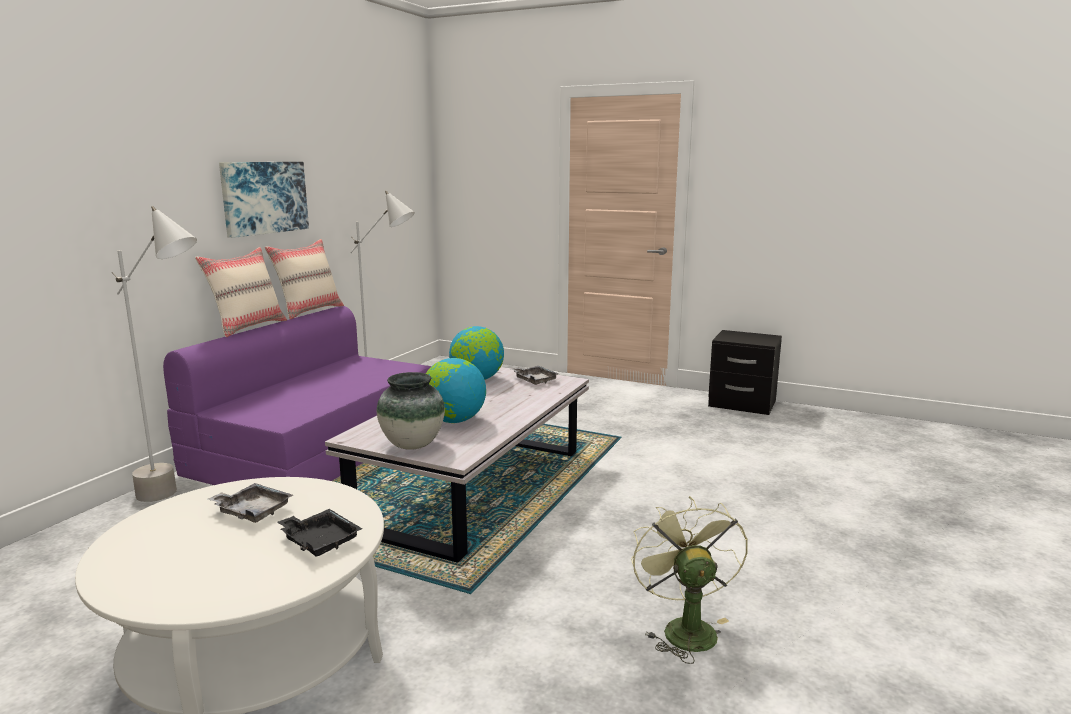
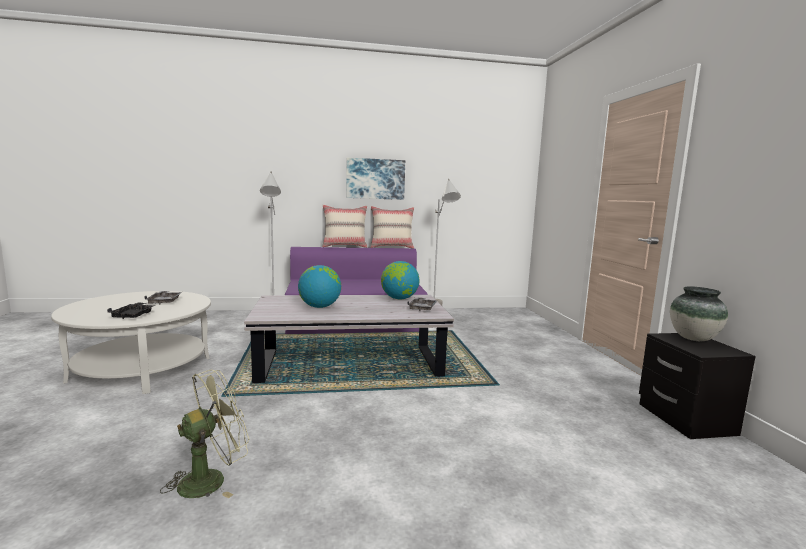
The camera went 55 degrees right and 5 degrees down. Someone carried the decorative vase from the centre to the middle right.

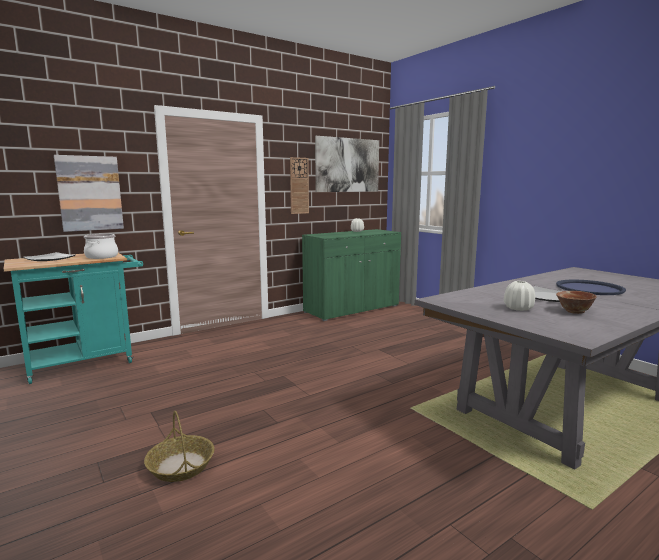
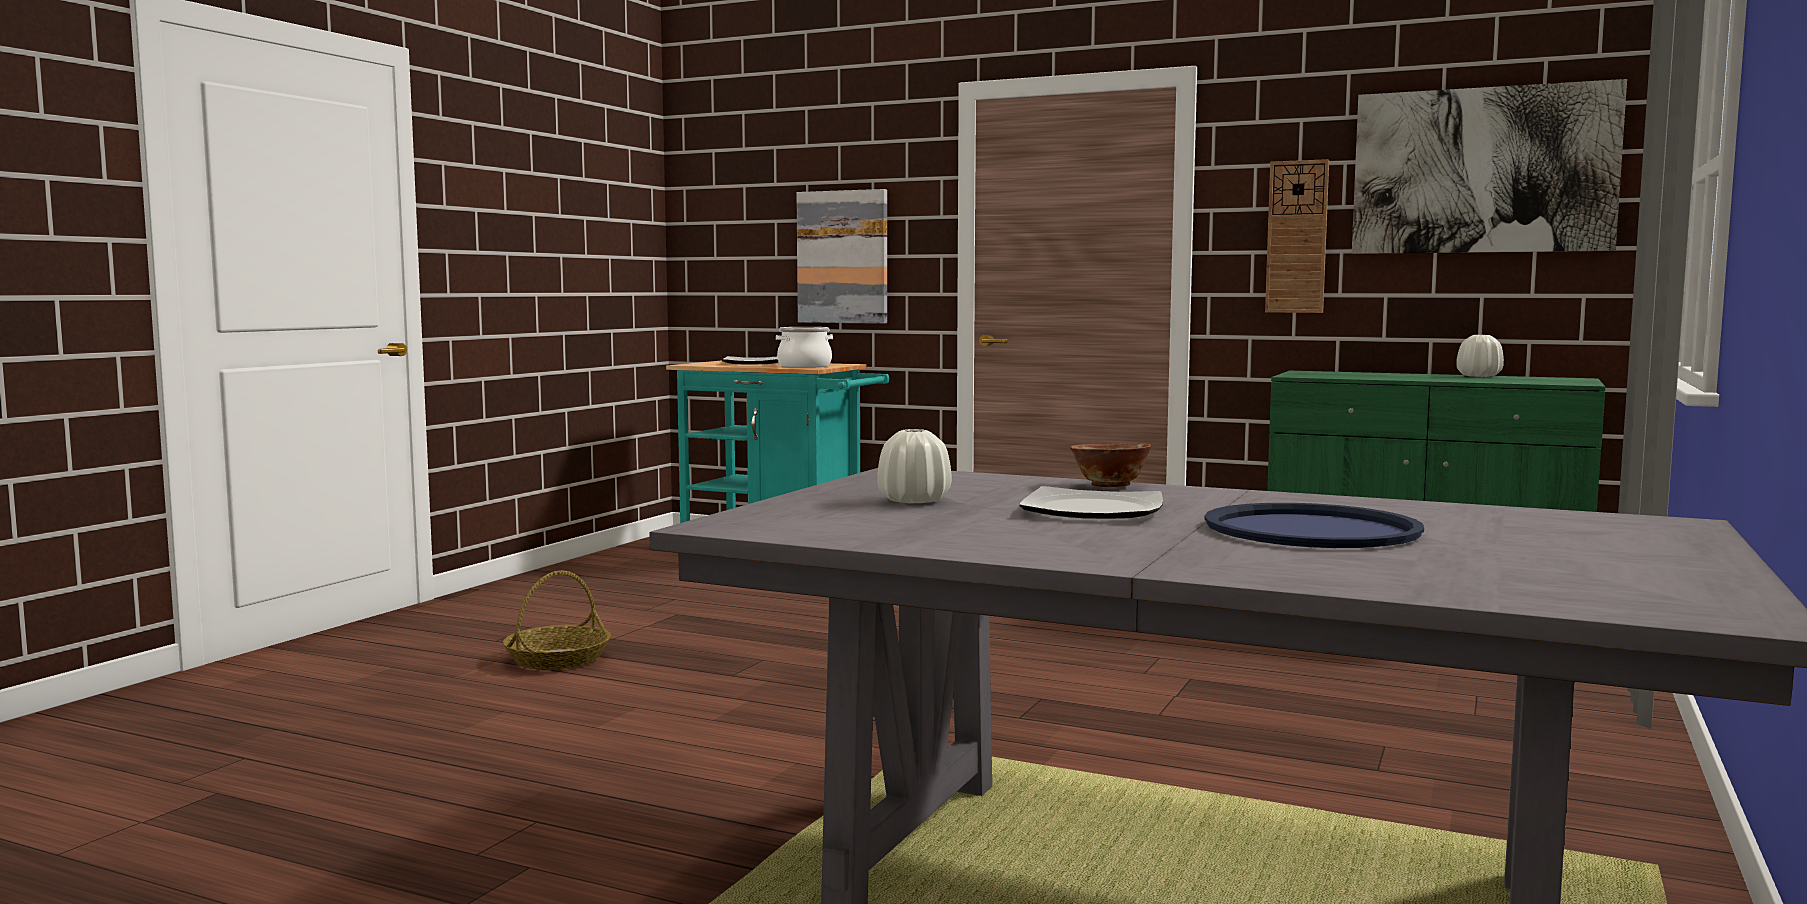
The camera went 60 degrees right and 5 degrees down. Someone carried the bowl from the middle right to the centre.

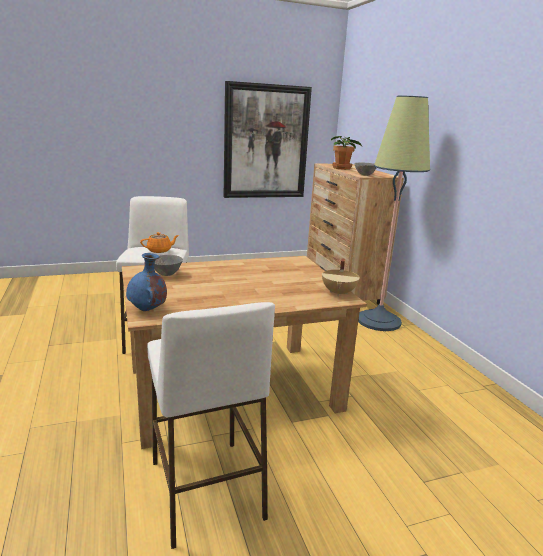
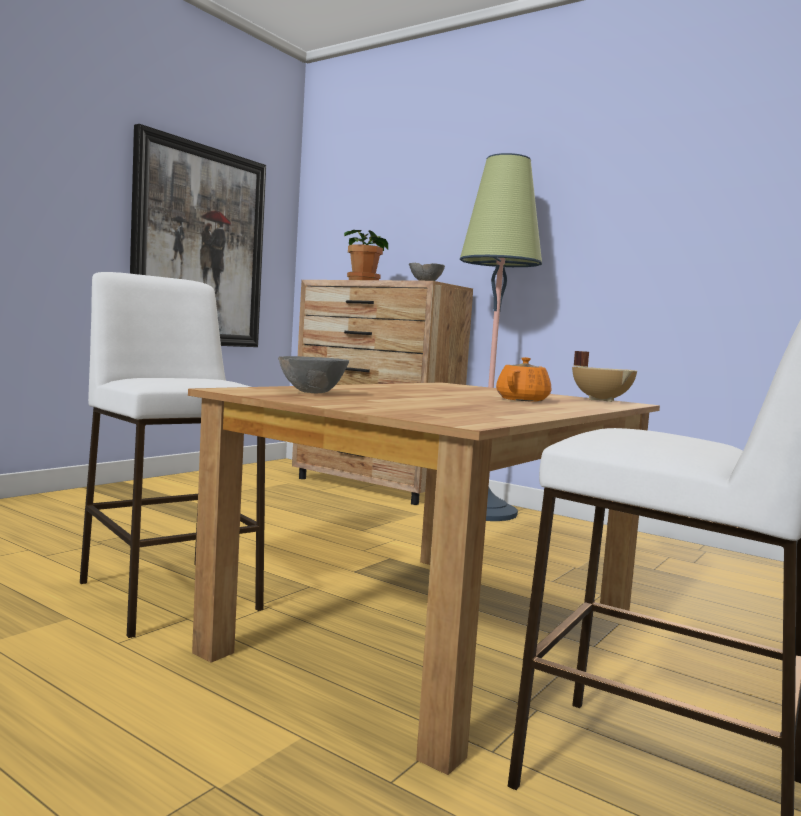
The camera went 35 degrees left and 15 degrees down. Someone took away the bluish decorative vase at the middle left. Someone carried the orange pot for tea from the middle left to the centre.

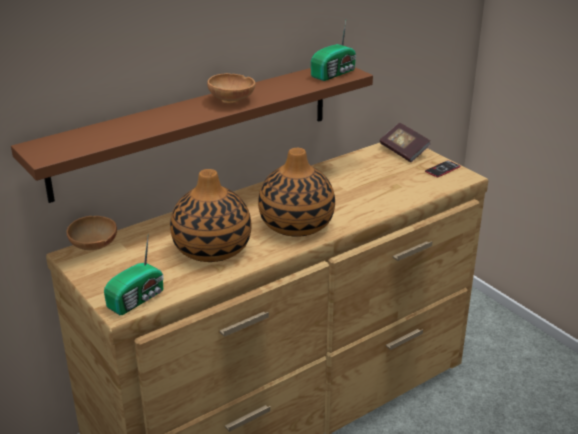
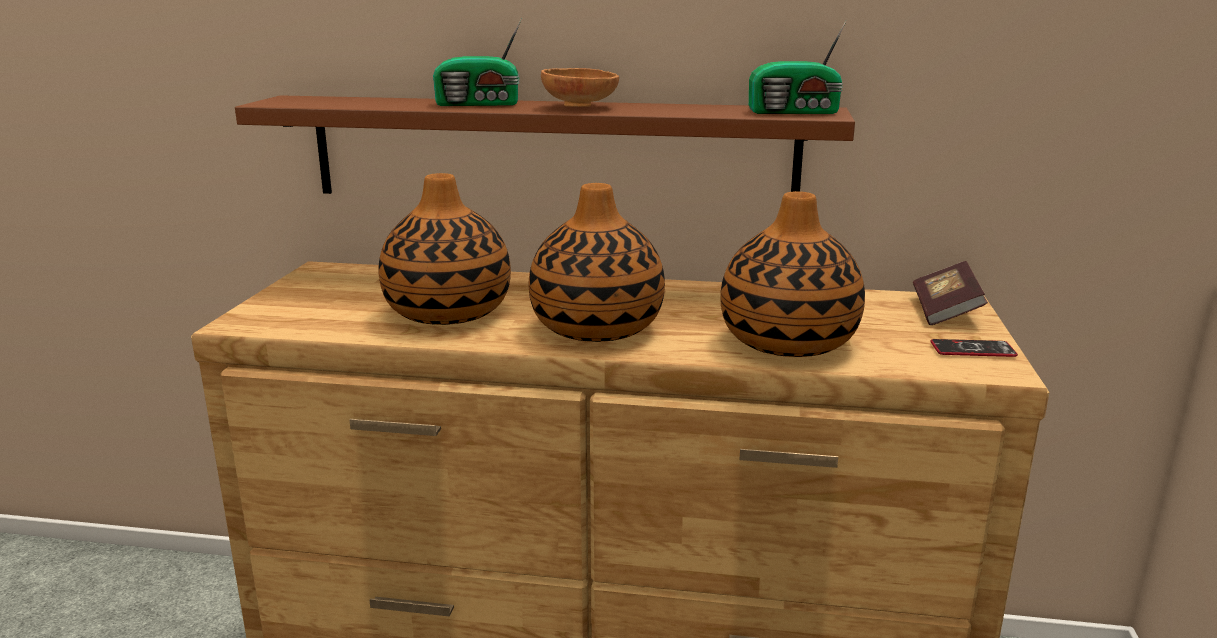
The camera went 45 degrees right and 10 degrees down. Someone took away the brown-coloured bowl (no. 1 from left) at the middle left. Someone put down the decorative vase (no. 3 from left) at the centre. Someone carried the radio receiver (no. 1 from left) from the middle left to the top centre.

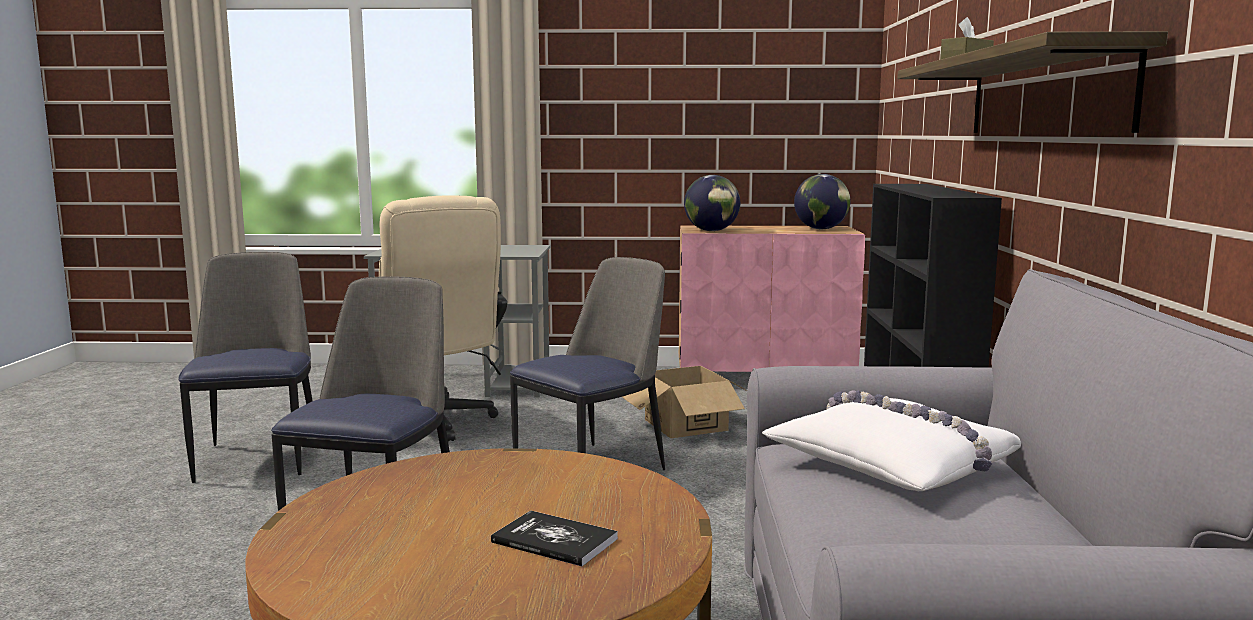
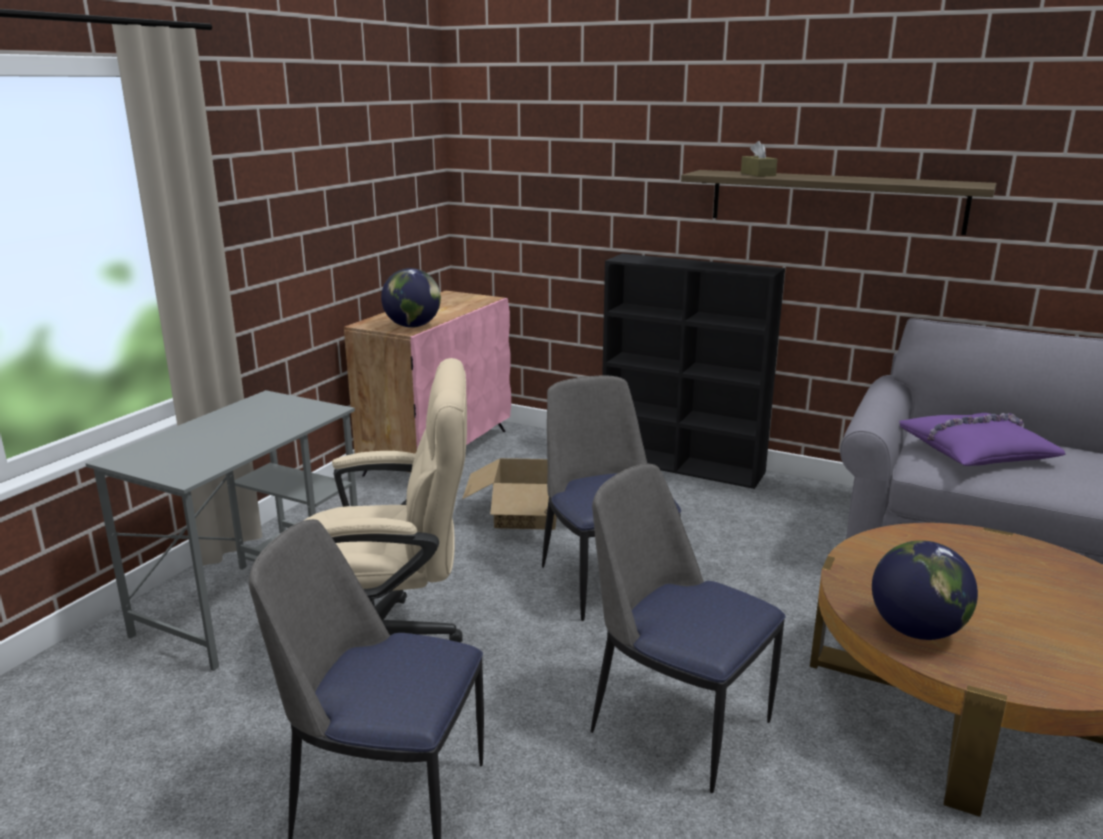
The camera went 65 degrees left and 10 degrees up. Someone took away the book at the bottom centre. Someone carried the world globe (no. 2 from left) from the top centre to the bottom right. Someone repainted the whitish pillow at the bottom right, which became the purplish pillow at the middle right.

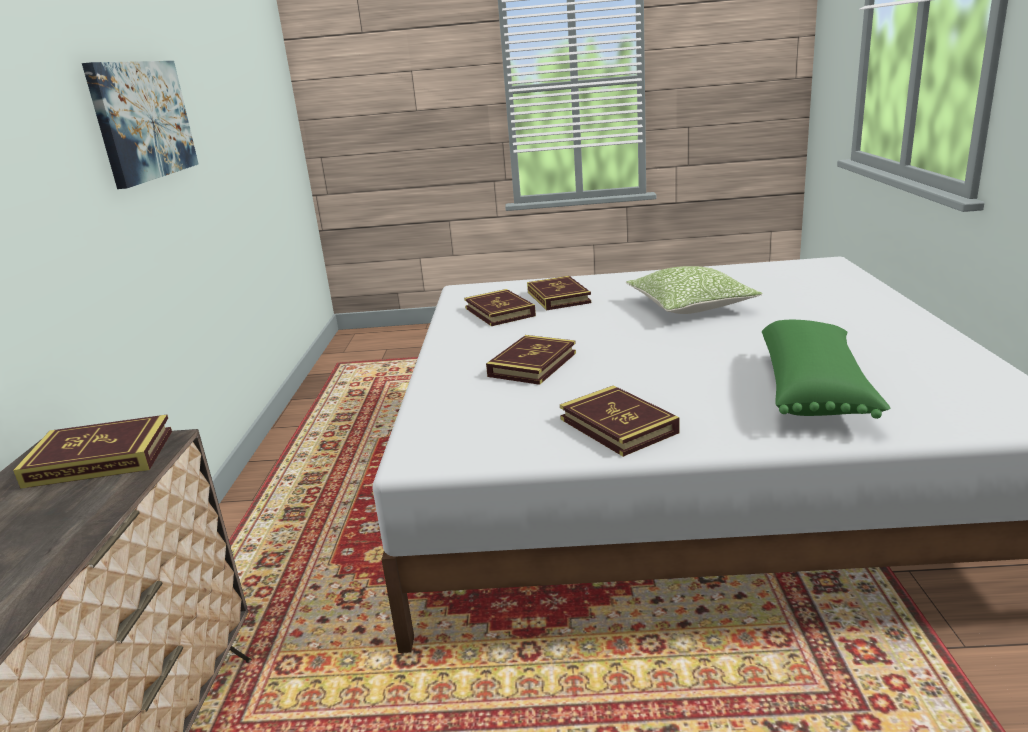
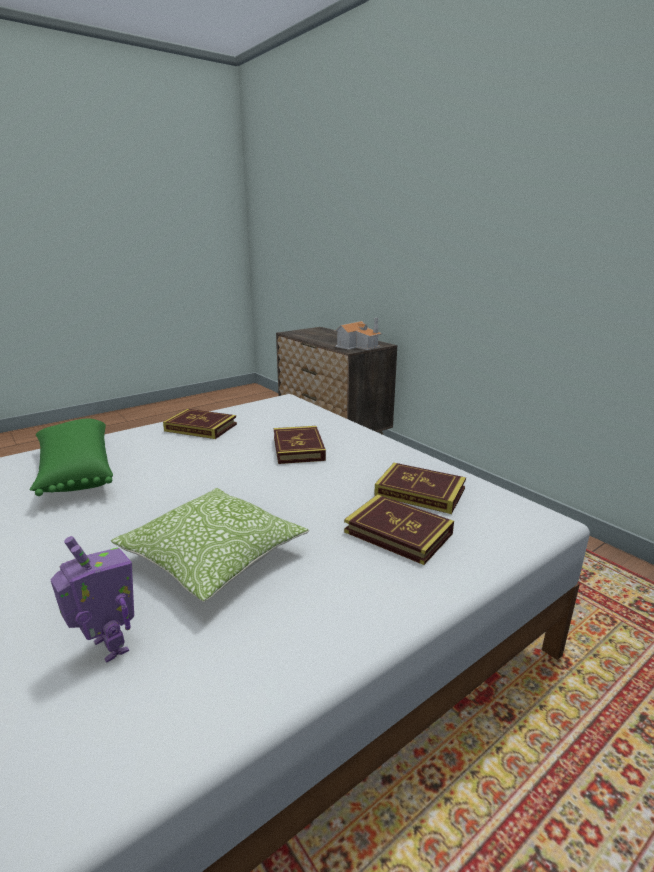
The camera went 140 degrees right and 0 degrees up. Someone took away the wall art at the top left. Someone put down the model robot at the bottom left. Someone swapped the book (no. 1 from left) at the middle left for the model house at the centre.

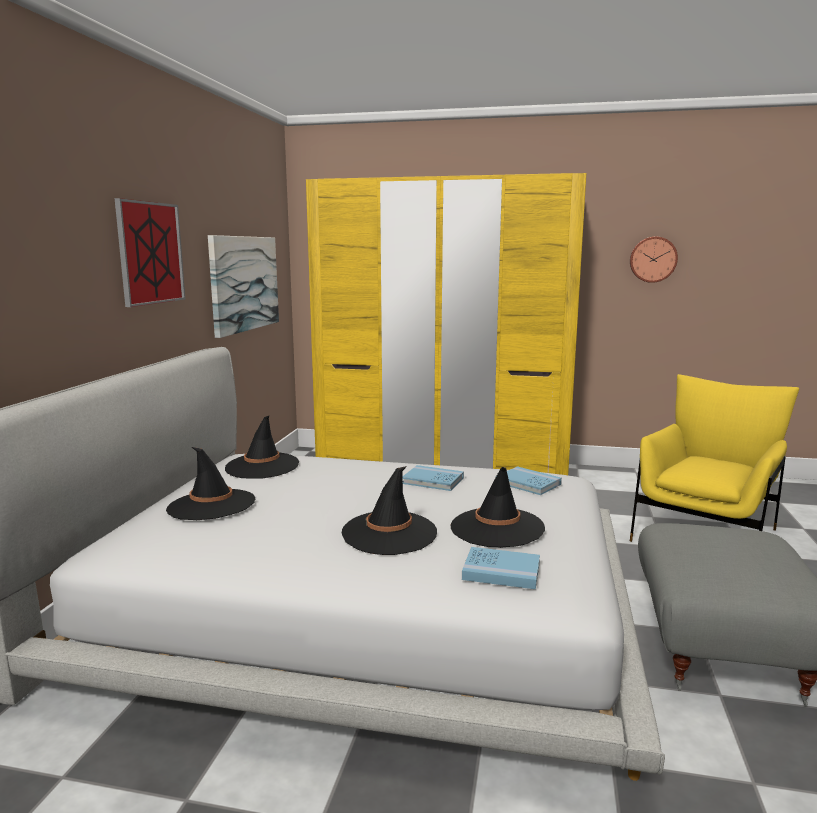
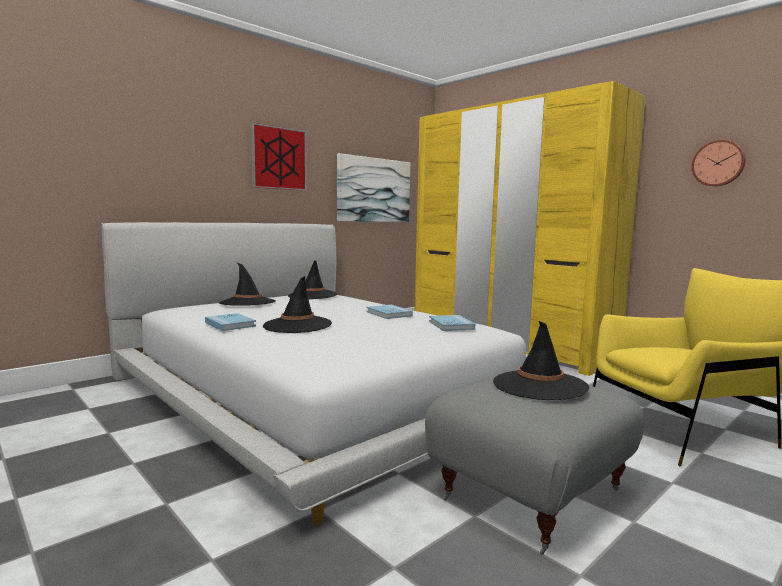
The camera went 35 degrees right and 5 degrees down. Someone carried the blackish hat (no. 4 from left) from the centre to the middle right. Someone carried the bluish book (no. 2 from left in the first image) from the bottom centre to the middle left.

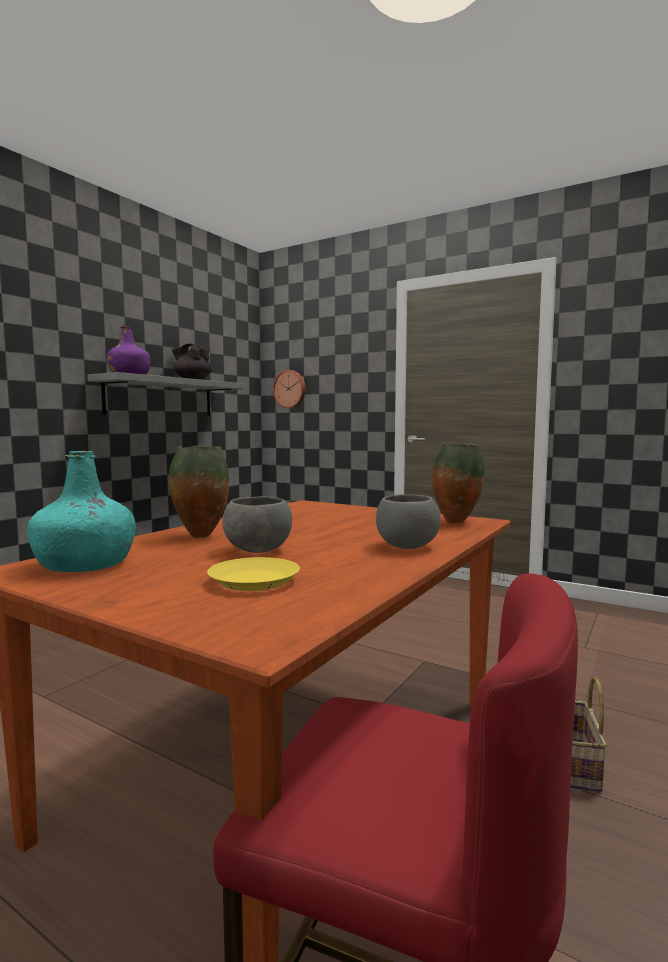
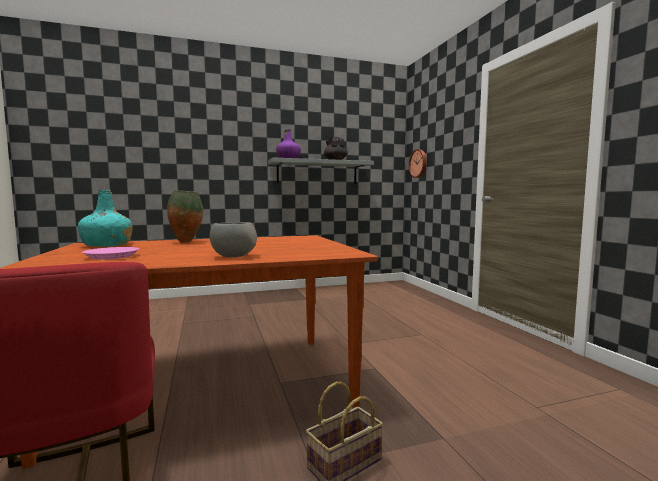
The camera went 40 degrees right and 0 degrees up. Someone took away the gray bowl (no. 1 from left) at the centre. Someone took away the decorative vase (no. 2 from left) at the middle right. Someone repainted the yellow-coloured flat dish at the centre, which became the pinkish flat dish at the middle left.

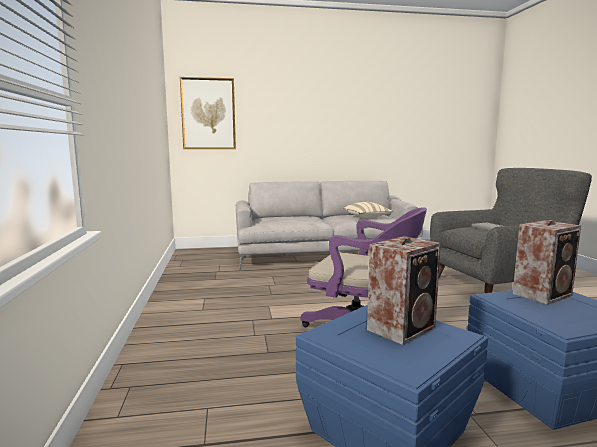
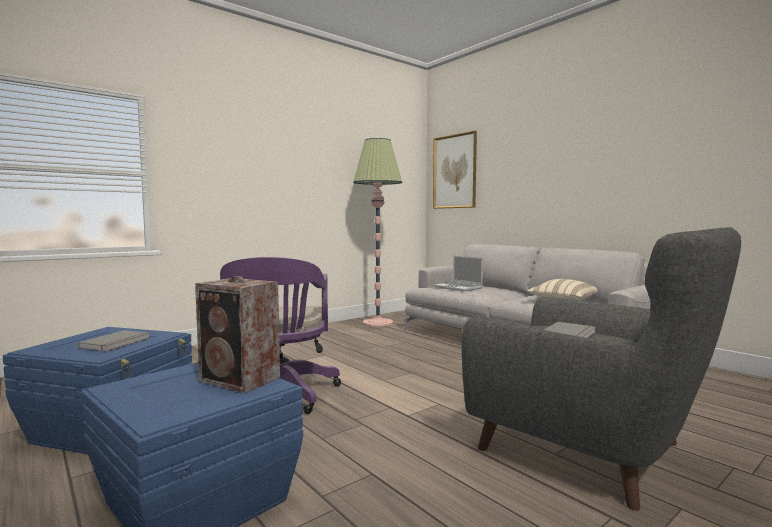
The camera went 60 degrees right and 5 degrees down. Someone put down the standard lamp at the centre. Someone put down the laptop at the centre. Someone swapped the speaker (no. 1 from left) at the middle right for the gray book (no. 1 from left) at the middle left.

